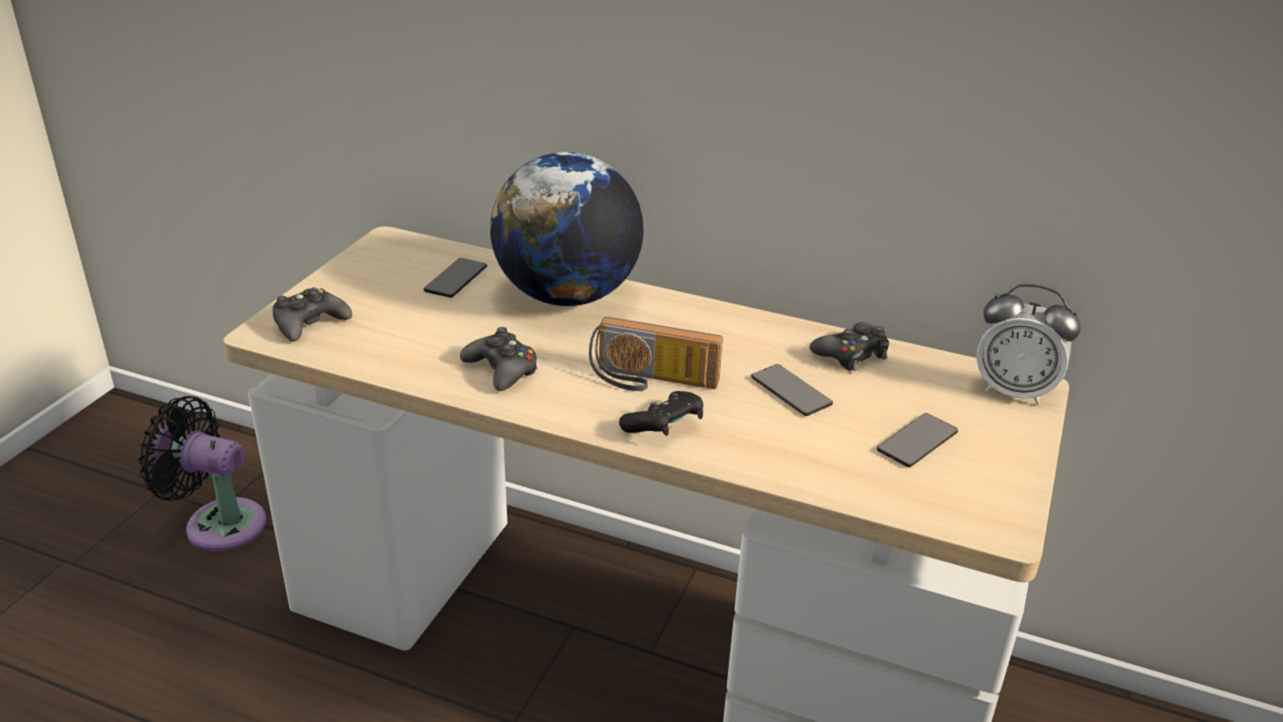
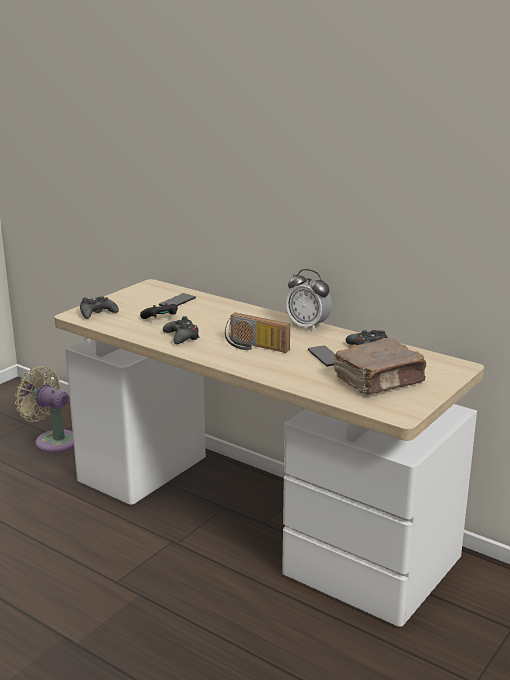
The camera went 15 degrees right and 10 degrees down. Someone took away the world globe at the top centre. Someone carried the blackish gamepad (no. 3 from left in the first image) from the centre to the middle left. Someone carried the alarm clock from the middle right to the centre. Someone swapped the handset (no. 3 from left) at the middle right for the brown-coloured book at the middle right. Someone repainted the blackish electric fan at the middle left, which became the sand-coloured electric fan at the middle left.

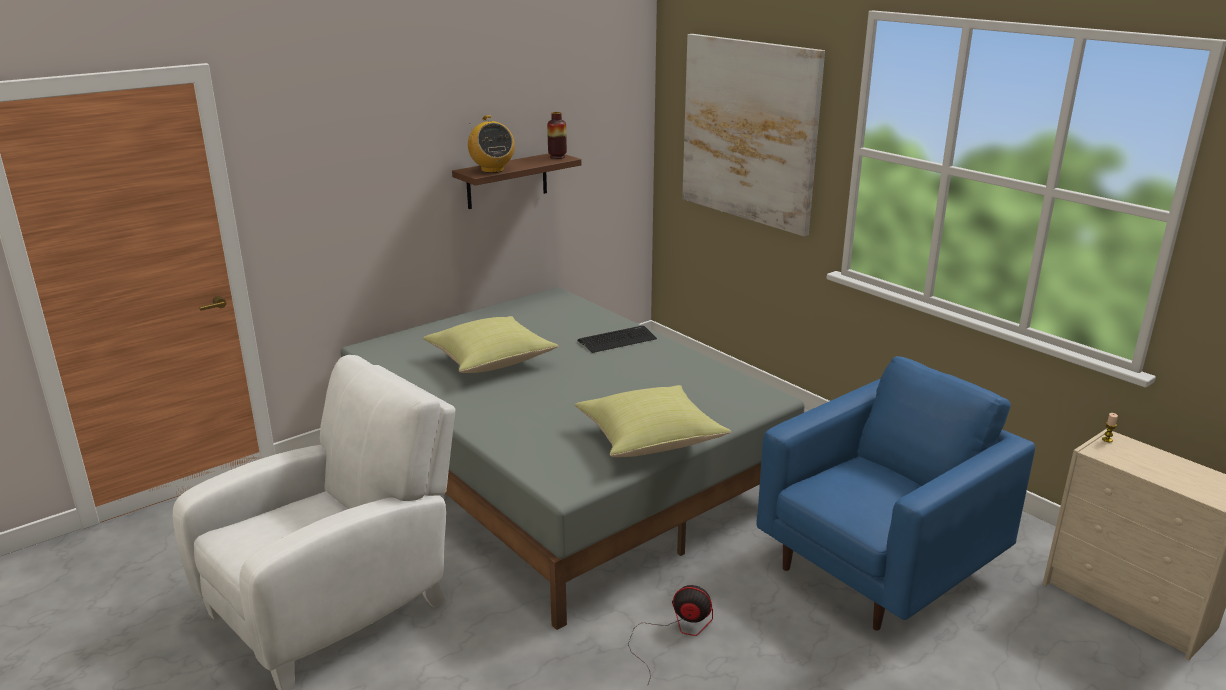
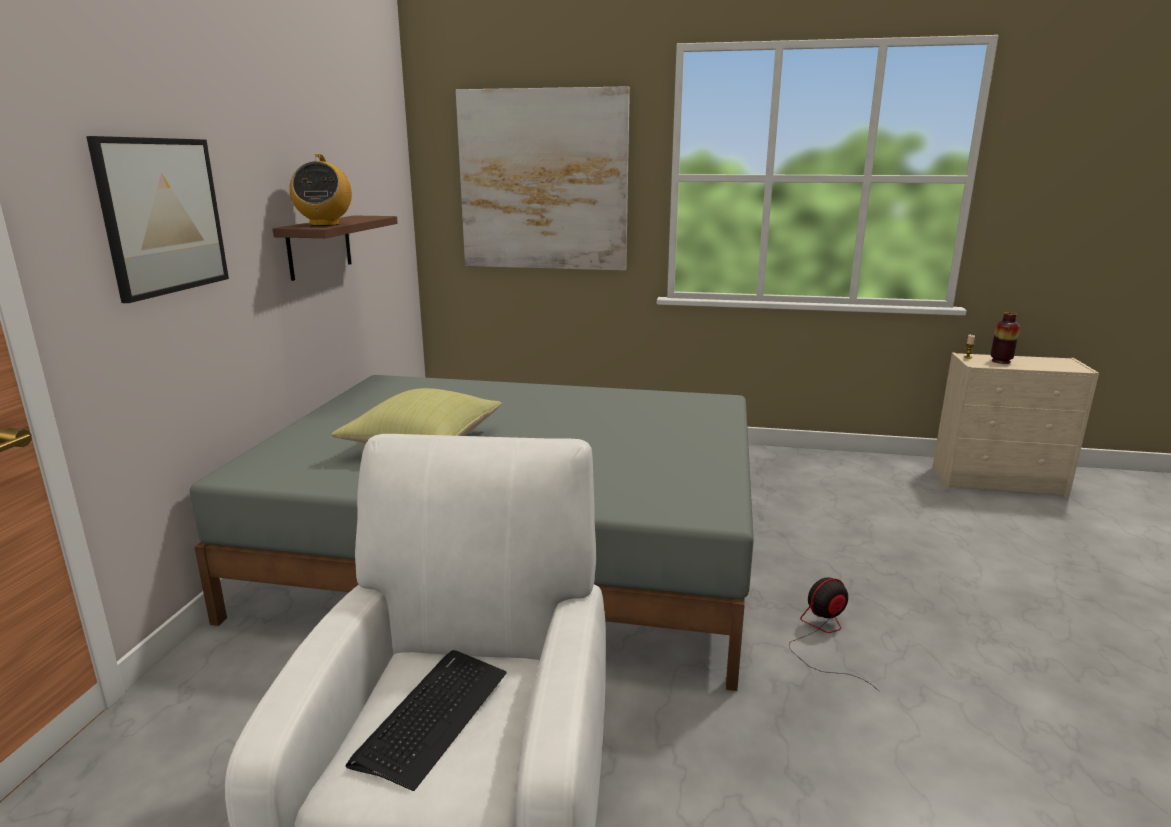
The camera went 40 degrees left and 5 degrees down. Someone took away the yellow-coloured pillow (no. 2 from left) at the centre. Someone took away the bluish lounge chair at the bottom right. Someone put up the wall art (no. 1 from left) at the top left. Someone carried the decorative vase from the top centre to the middle right. Someone carried the PC keyboard from the centre to the bottom centre. Someone rotated the radio receiver at the top centre by 60 degrees clockwise.

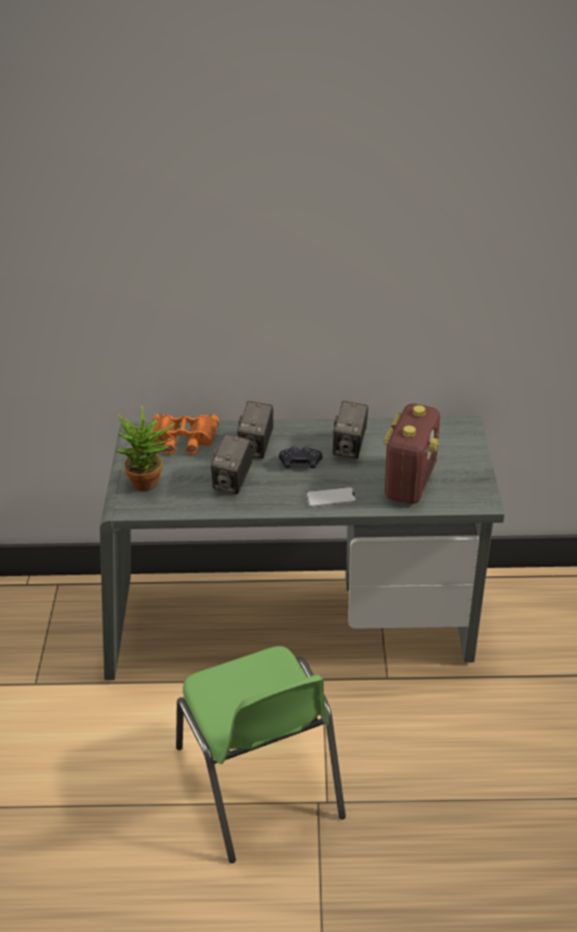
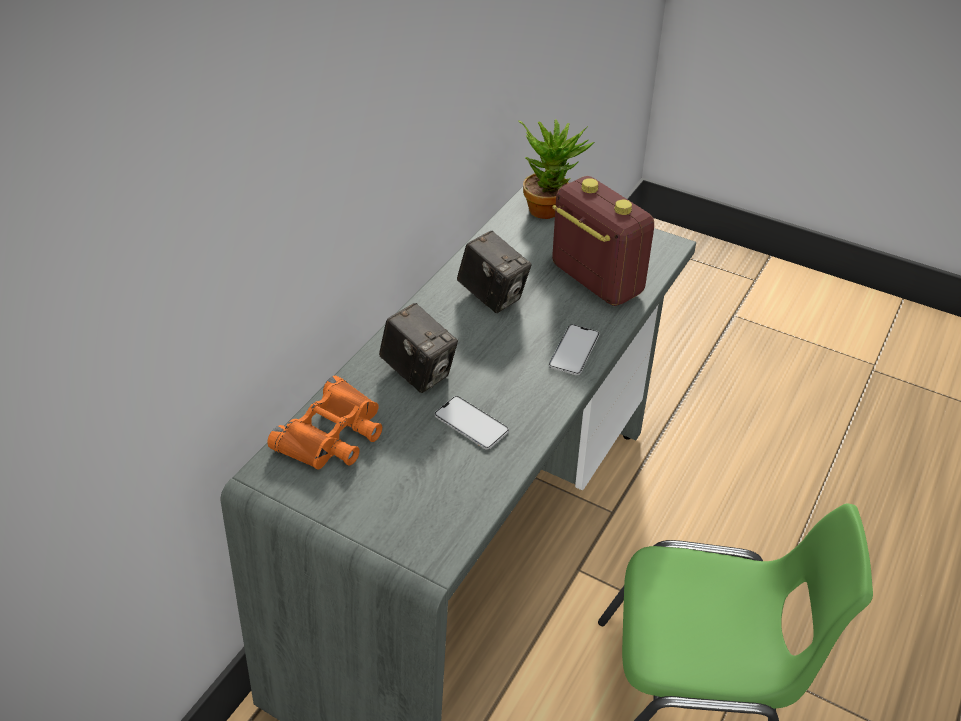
The camera went 60 degrees left and 5 degrees up. Someone took away the blackish gamepad at the centre. Someone carried the potted plant from the middle left to the top centre. Someone swapped the photo camera (no. 1 from left) at the centre for the handset (no. 1 from left) at the centre.

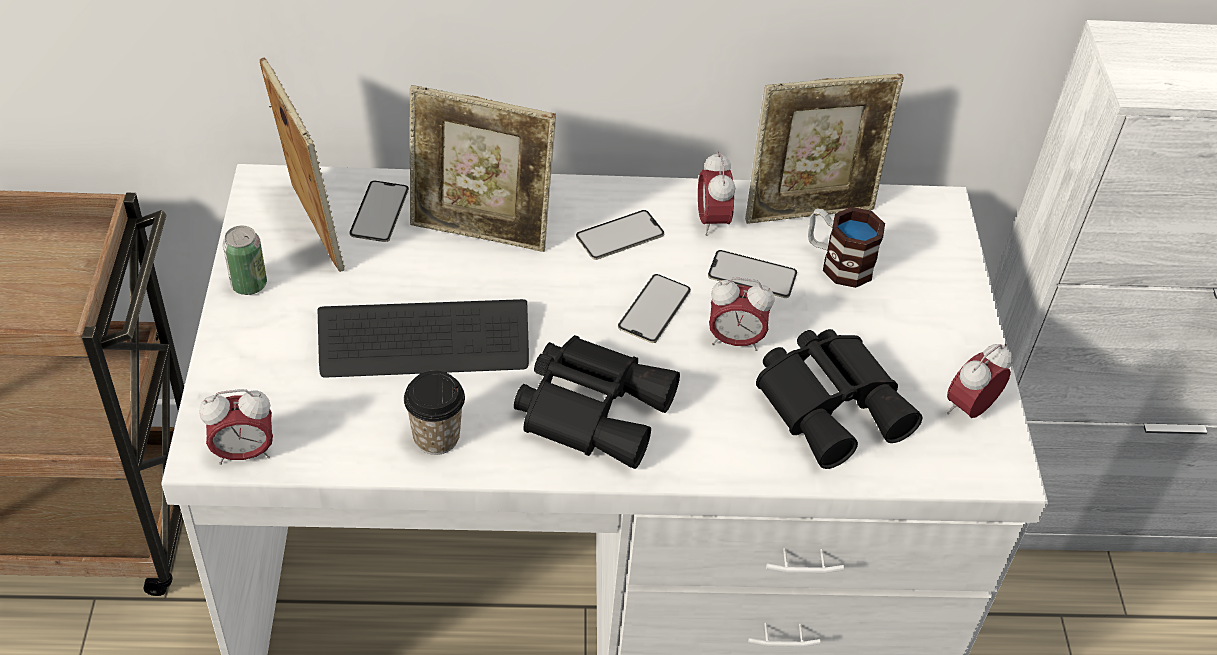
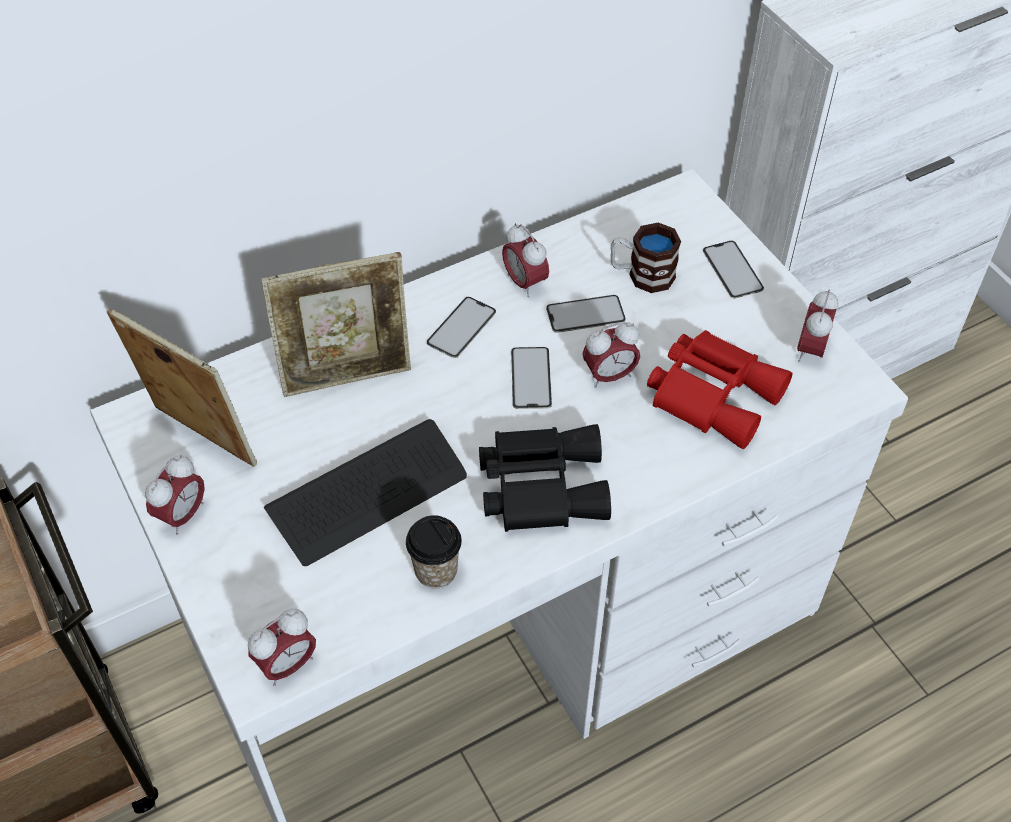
The camera went 25 degrees left and 5 degrees up. Someone took away the picture frame (no. 3 from left) at the top right. Someone carried the handset (no. 1 from left in the first image) from the top left to the top right. Someone swapped the can at the middle left for the alarm clock (no. 1 from left) at the middle left. Someone repainted the blackish binoculars (no. 2 from left) at the middle right, which became the red-coloured binoculars at the middle right.

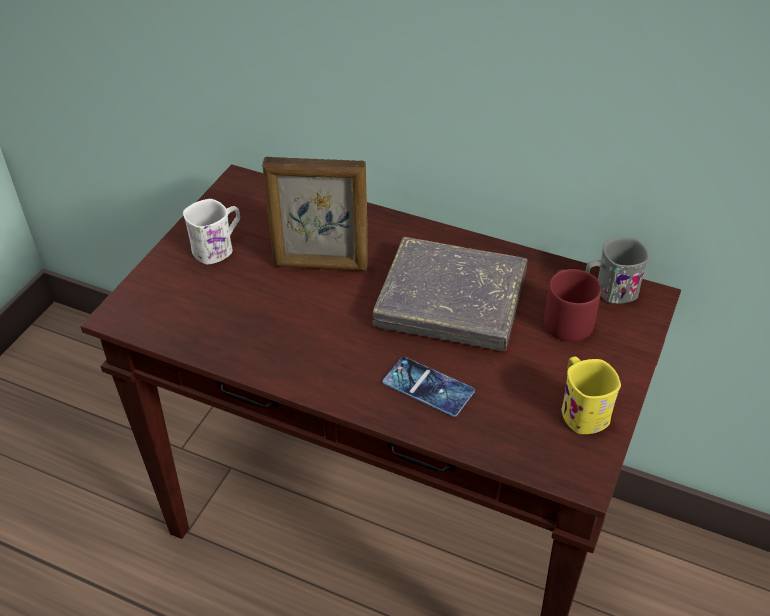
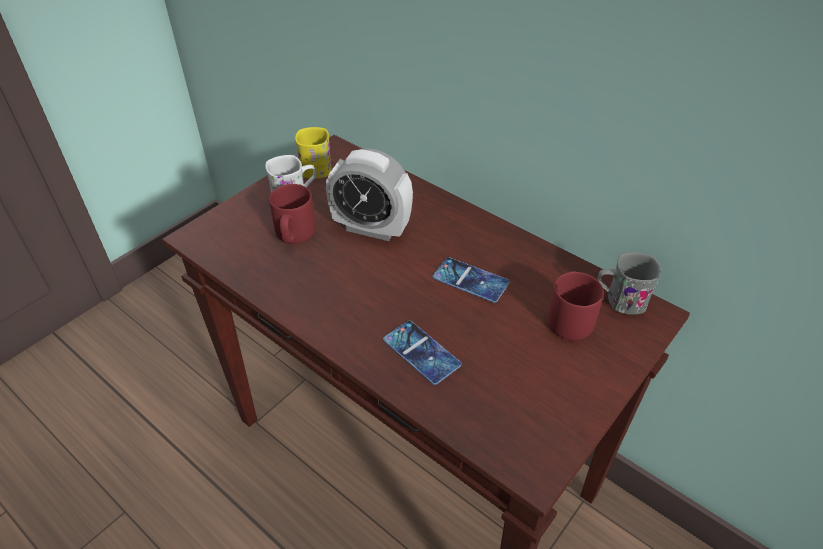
The camera went 15 degrees right and 0 degrees up. Someone put down the red-coloured coffee mug (no. 1 from left) at the centre. Someone carried the yellow-coloured coffee mug from the middle right to the top centre. Someone swapped the picture frame at the centre for the alarm clock at the centre. Someone swapped the gray book at the centre for the handset (no. 2 from left) at the centre.

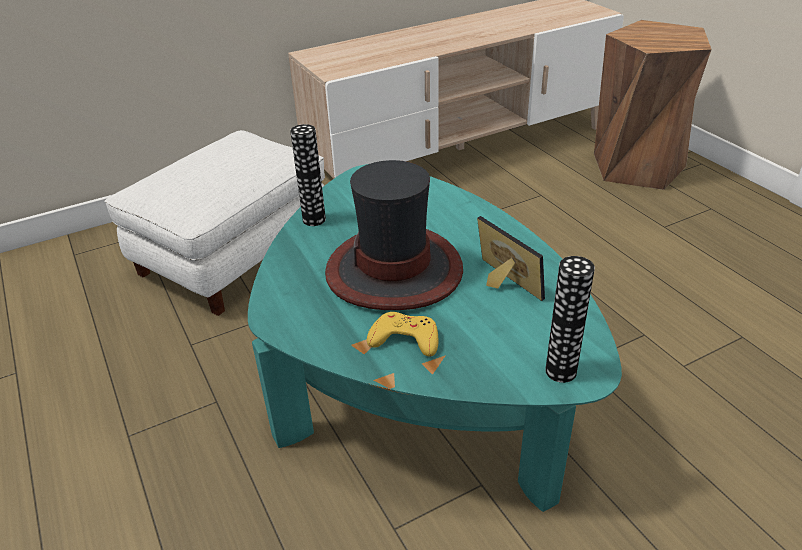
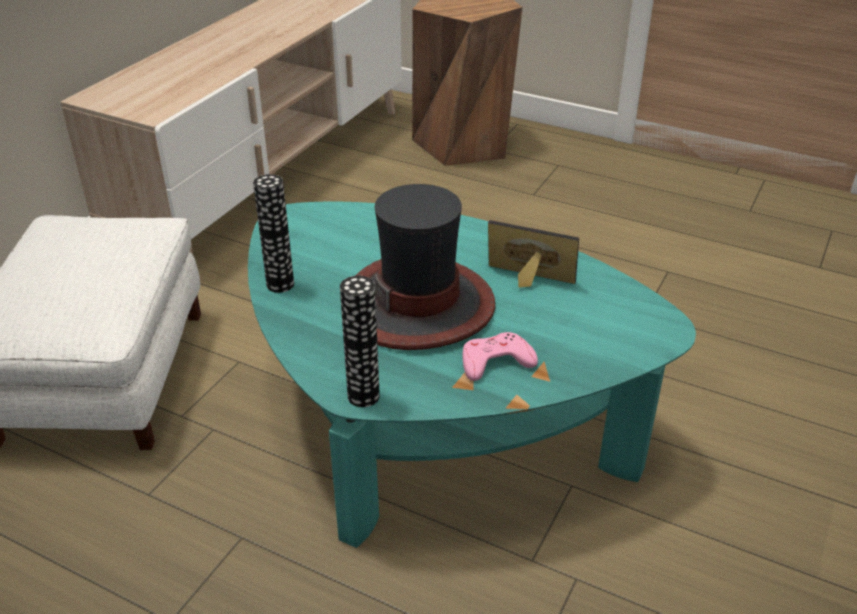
The camera went 35 degrees left and 0 degrees up. Someone carried the decorative vase (no. 2 from left) from the middle right to the centre. Someone repainted the yellow-coloured gamepad at the centre, which became the pinkish gamepad at the centre.

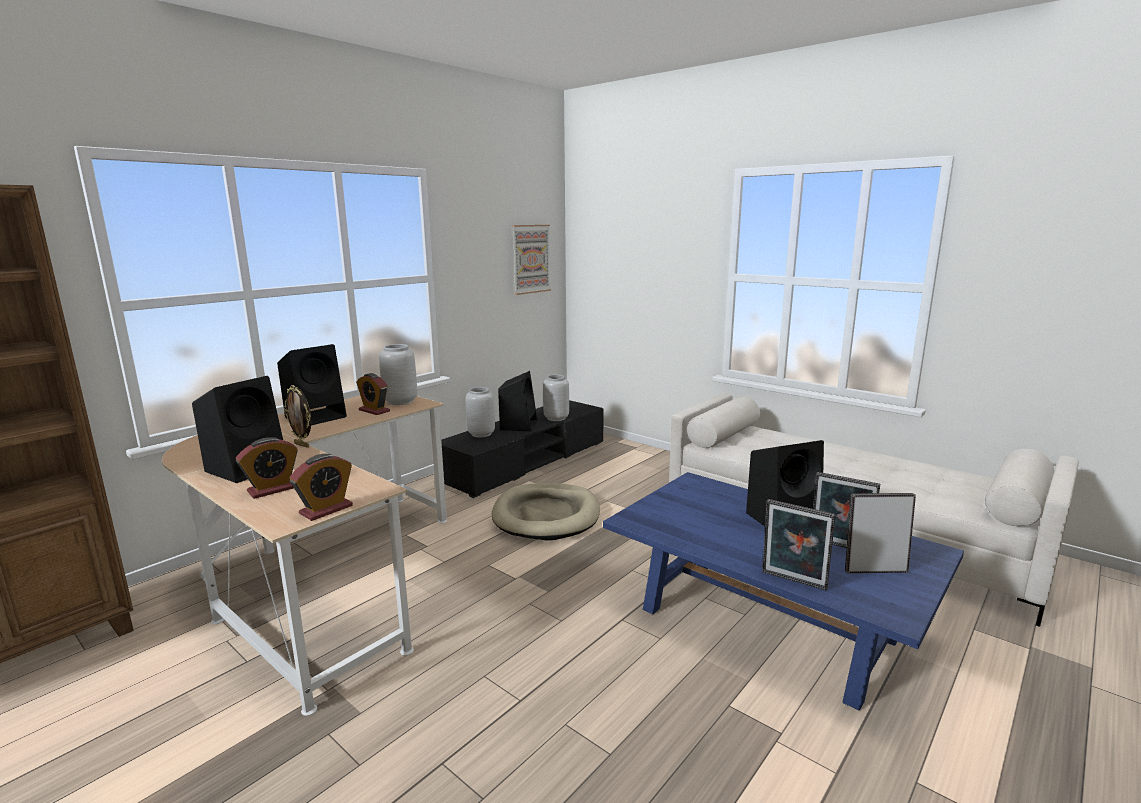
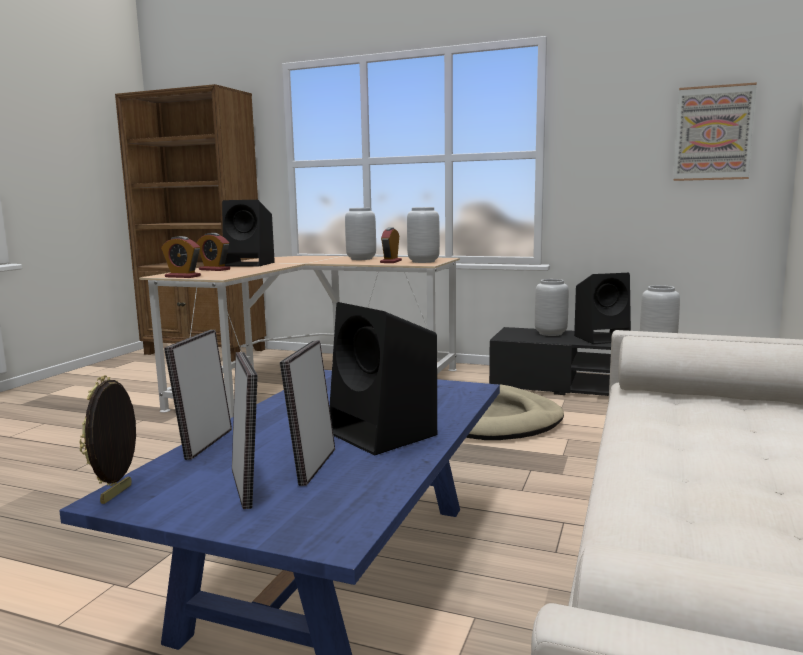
The camera went 70 degrees right and 5 degrees down. Someone carried the picture frame (no. 1 from left) from the middle left to the bottom left. Someone swapped the blackish speaker (no. 2 from left) at the middle left for the gray decorative vase (no. 1 from left) at the centre.

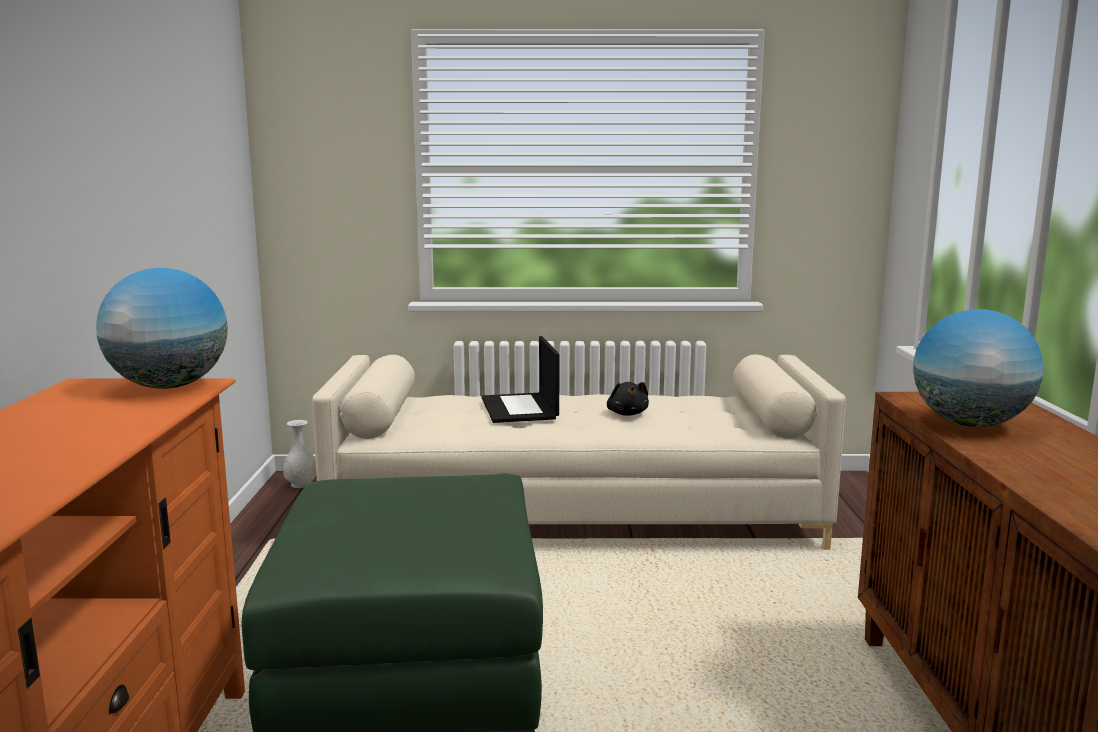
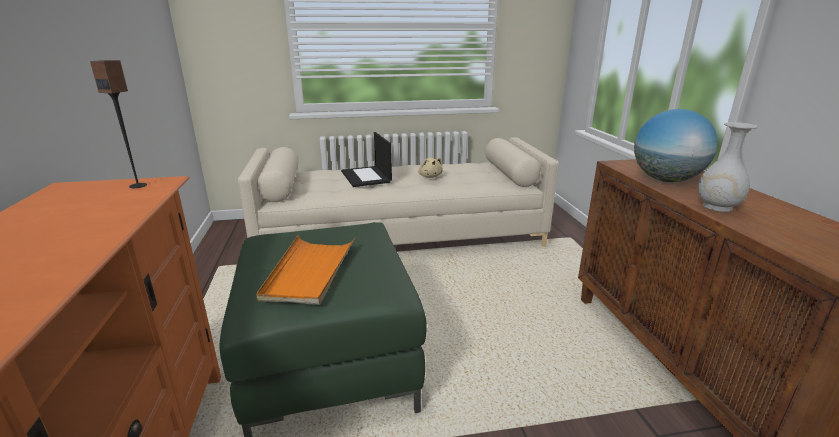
The camera went 10 degrees left and 10 degrees up. Someone put down the orange carrying tray at the centre. Someone carried the whitish decorative vase from the middle left to the middle right. Someone swapped the world globe (no. 1 from left) at the middle left for the speaker at the top left. Someone repainted the blackish cuddly toy at the centre, which became the sand-coloured cuddly toy at the centre.

